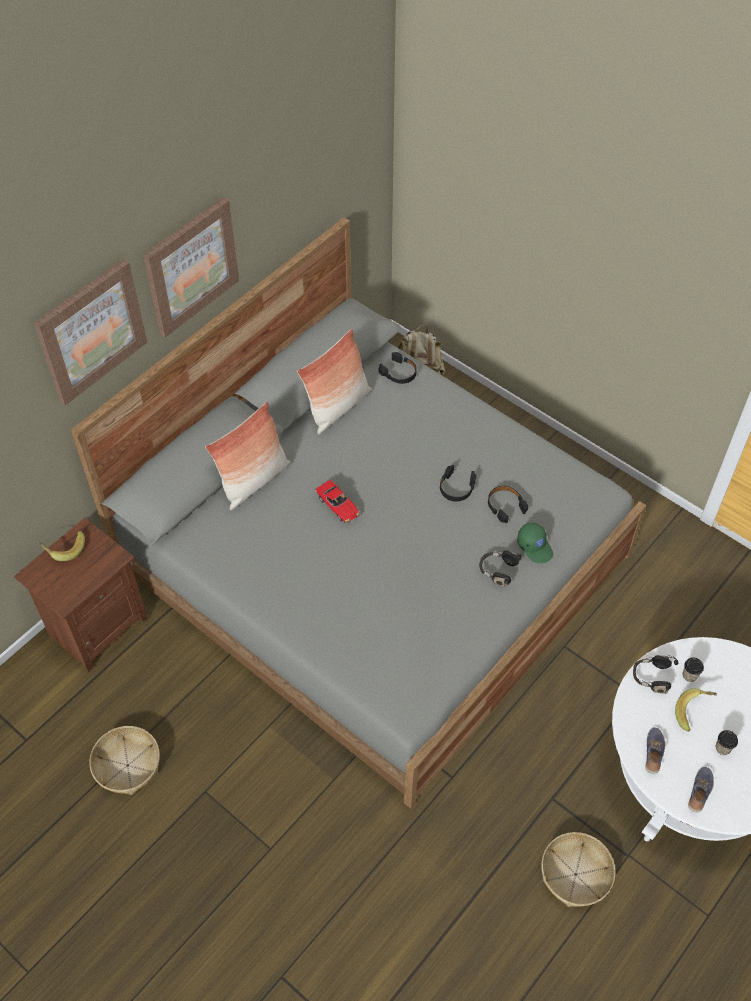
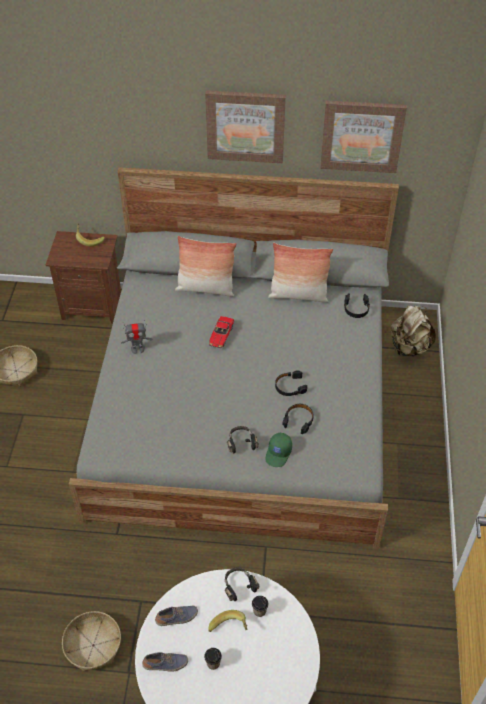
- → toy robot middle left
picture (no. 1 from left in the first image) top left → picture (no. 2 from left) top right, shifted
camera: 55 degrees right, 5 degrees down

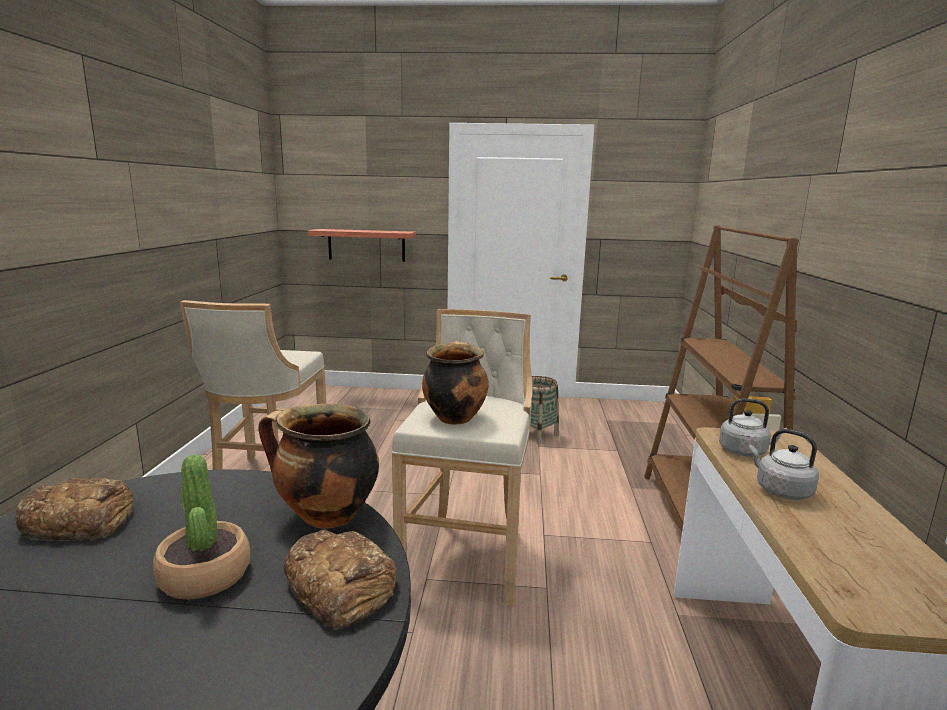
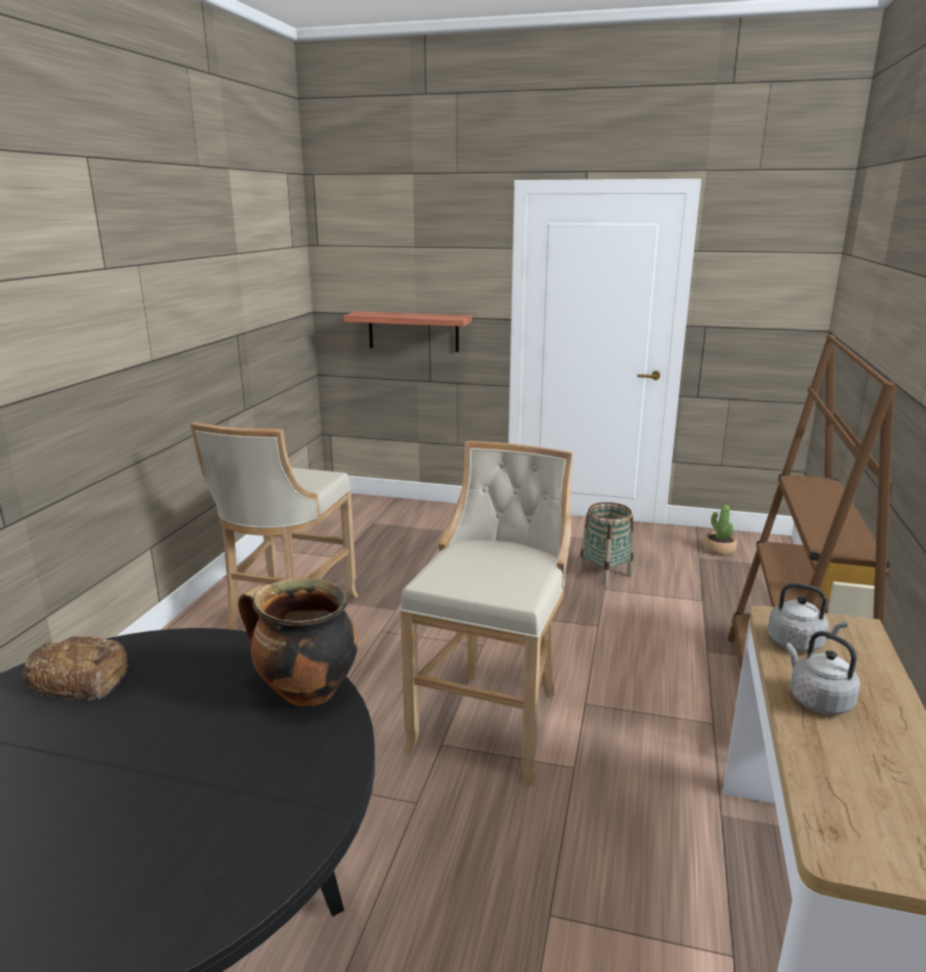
bread (no. 2 from left) bottom centre → -
cooking pot (no. 2 from left) centre → -
potted plant bottom left → potted plant middle right, shifted
camera: 10 degrees right, 5 degrees up

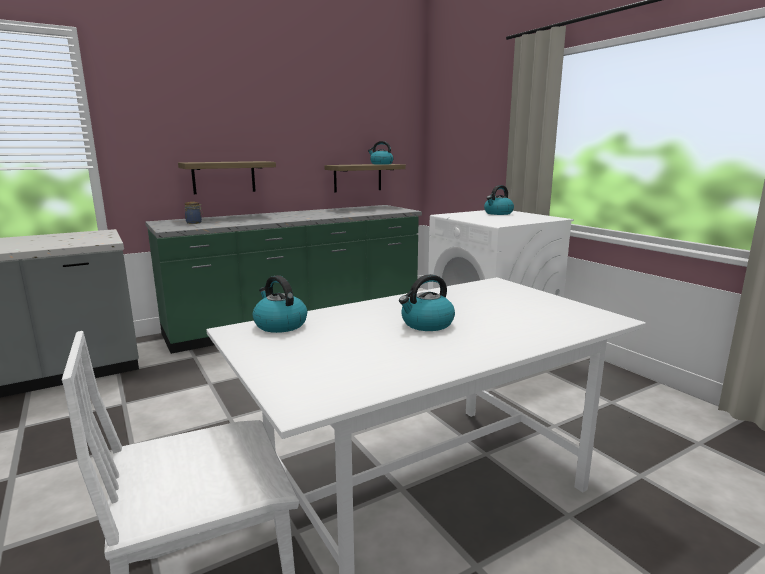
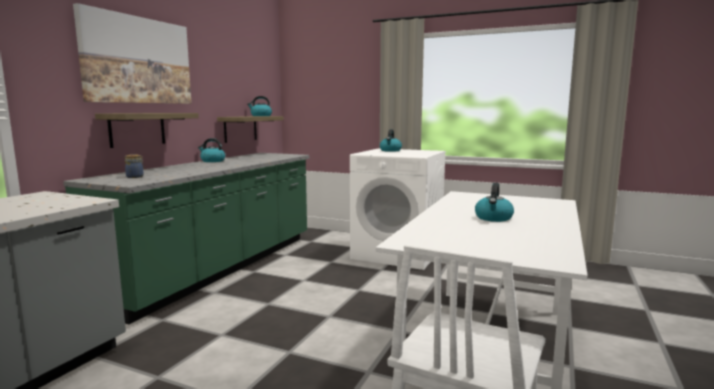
- → picture top left
kettle (no. 1 from left) centre → kettle (no. 1 from left) middle left, shifted
camera: 35 degrees left, 5 degrees down

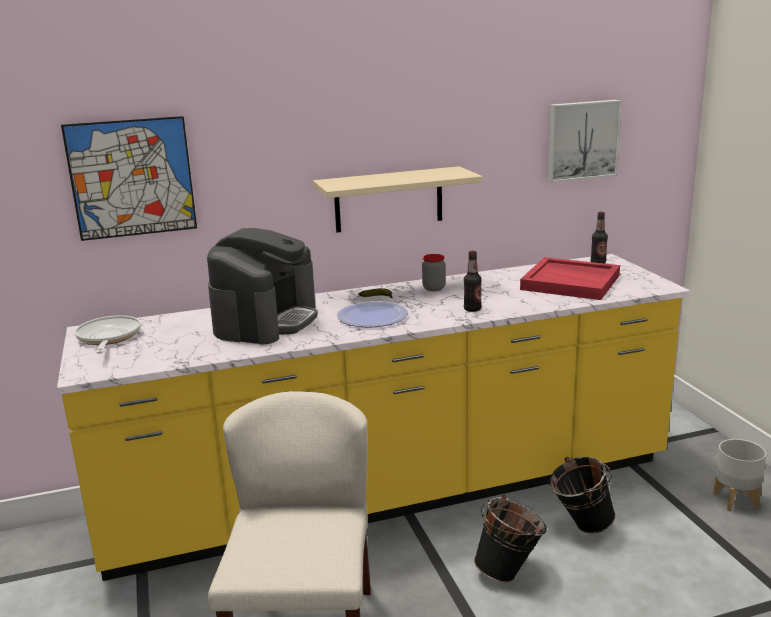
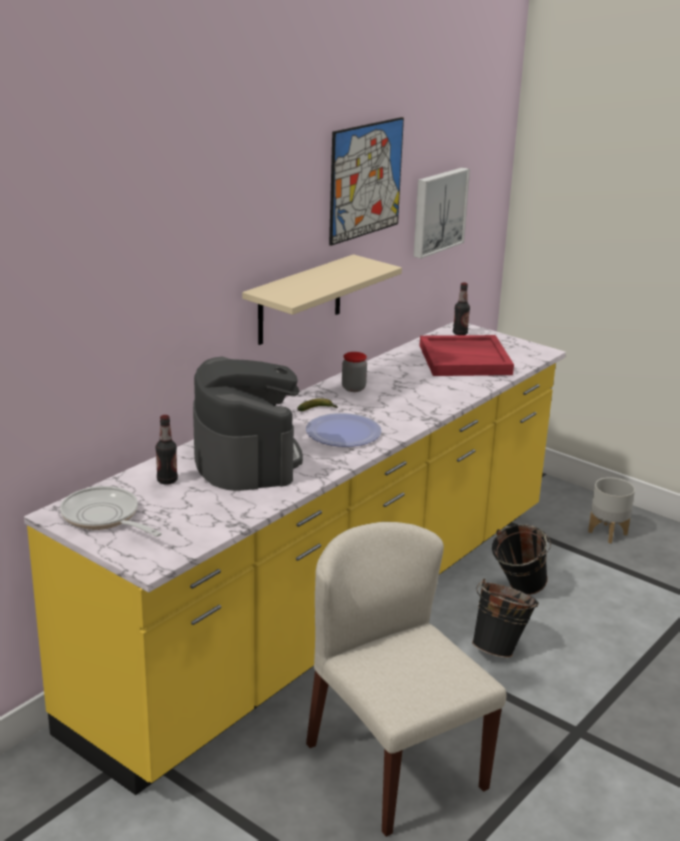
picture (no. 1 from left) top left → picture (no. 1 from left) top centre, shifted
bottle (no. 1 from left) centre → bottle (no. 1 from left) middle left, shifted
camera: 35 degrees left, 5 degrees up

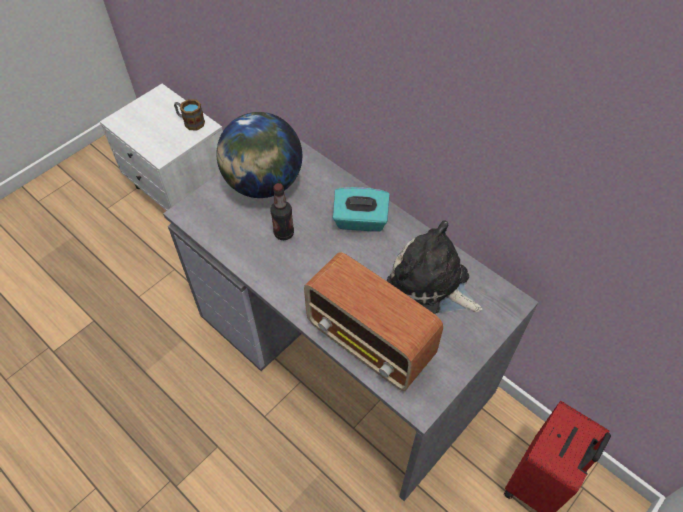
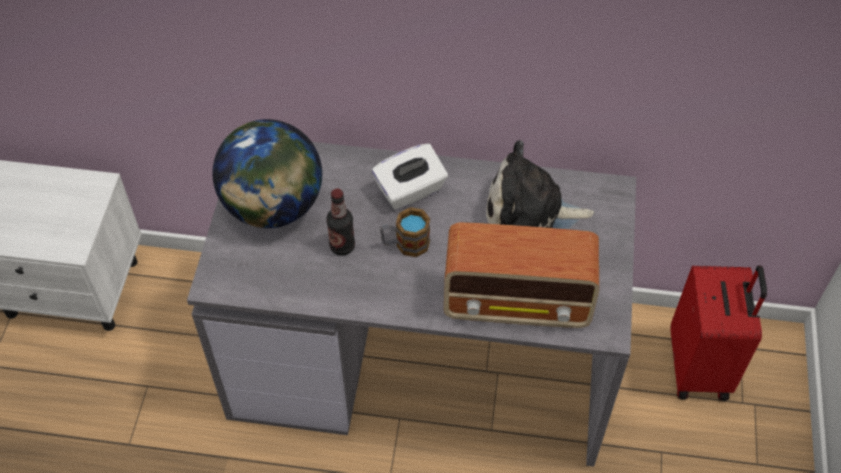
mug top left → mug centre, shifted
tissue box (turquoise) centre → tissue box (white) centre
camera: 35 degrees left, 0 degrees up

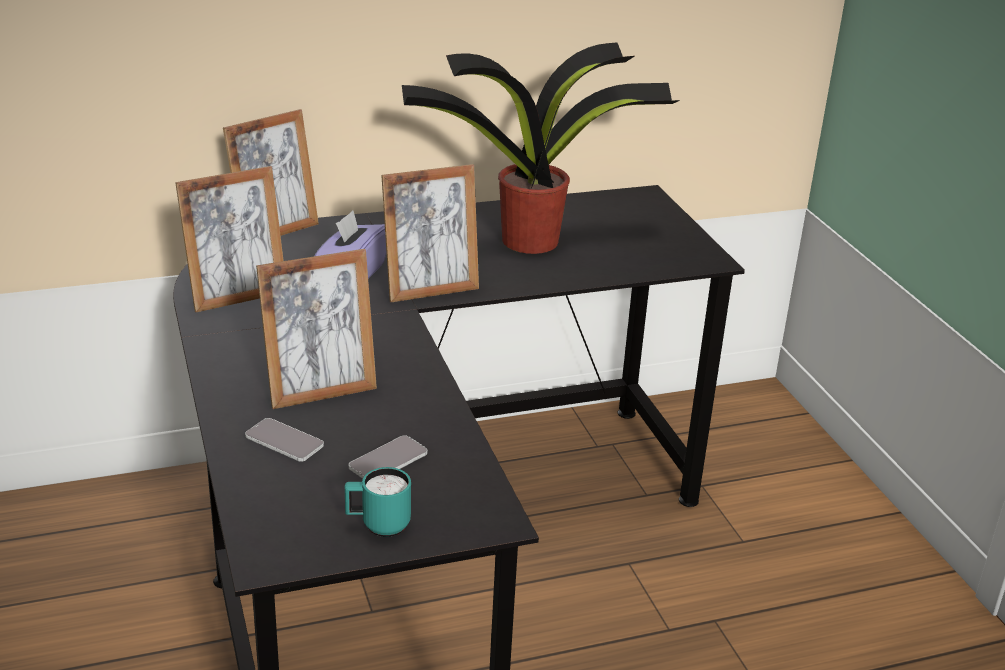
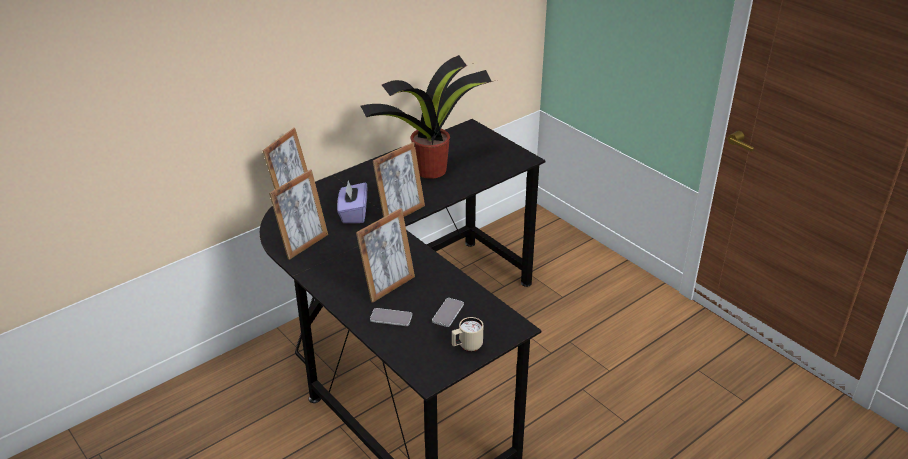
mug (turquoise) bottom centre → mug (beige) bottom centre
camera: 20 degrees left, 5 degrees up

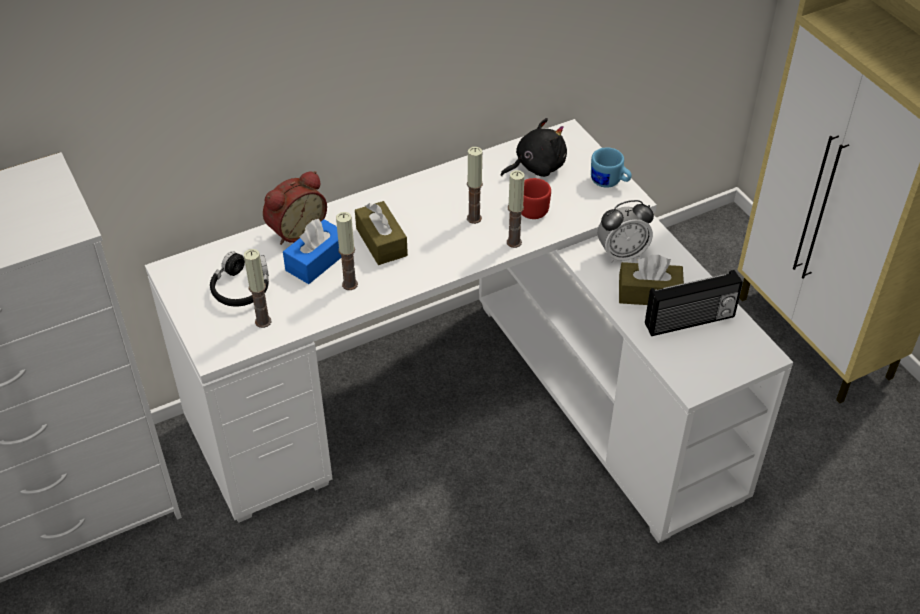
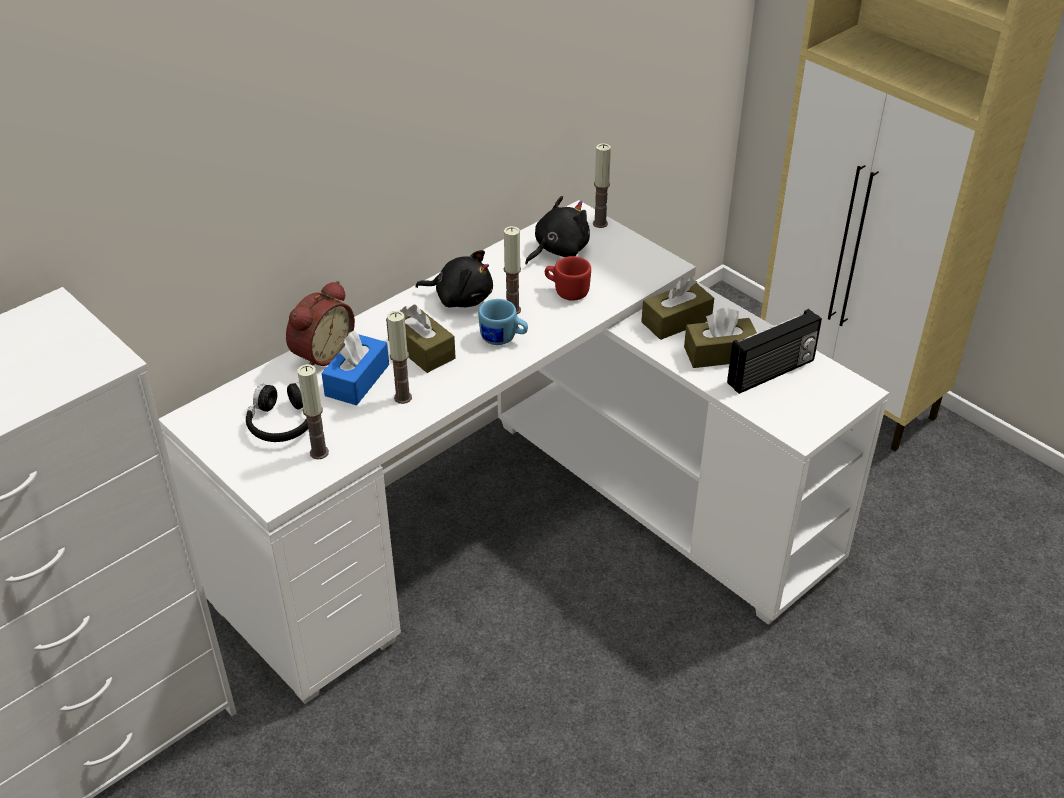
- → plush toy (black) (no. 1 from left) centre
candle (no. 4 from left) centre → candle (no. 4 from left) top centre, shifted
mug (blue) top centre → mug (blue) centre, shifted
alarm clock (no. 2 from left) middle right → tissue box (brown) (no. 2 from left) centre
camera: 15 degrees left, 5 degrees down

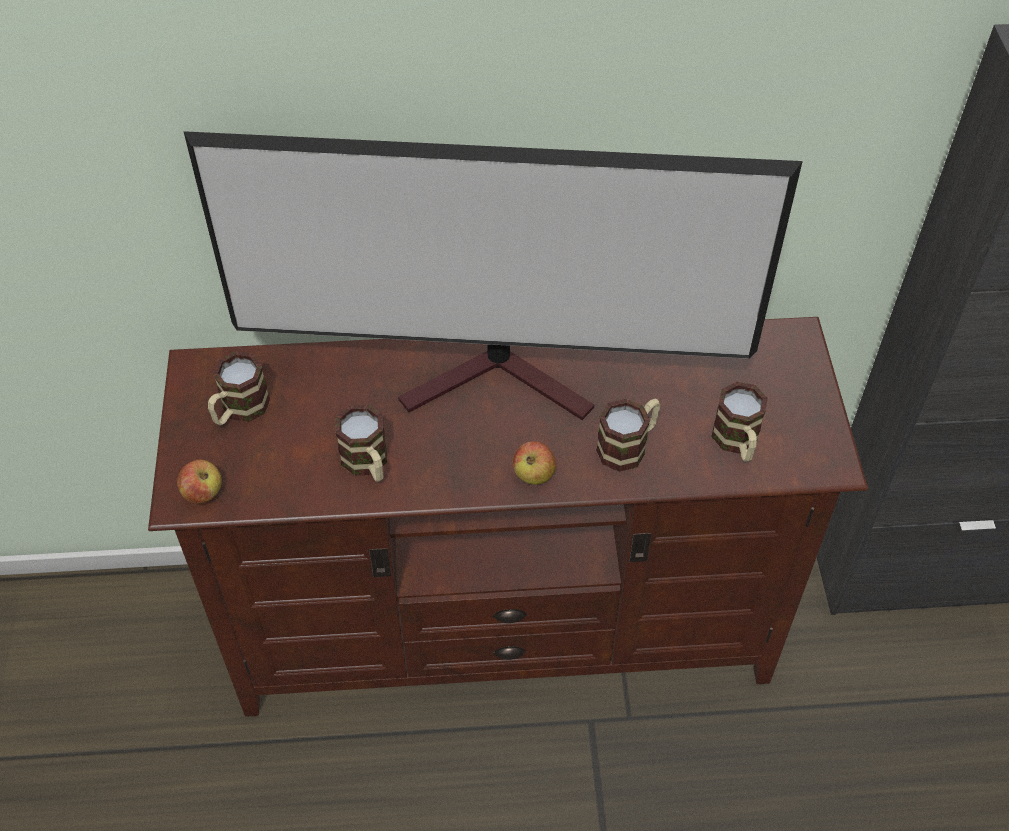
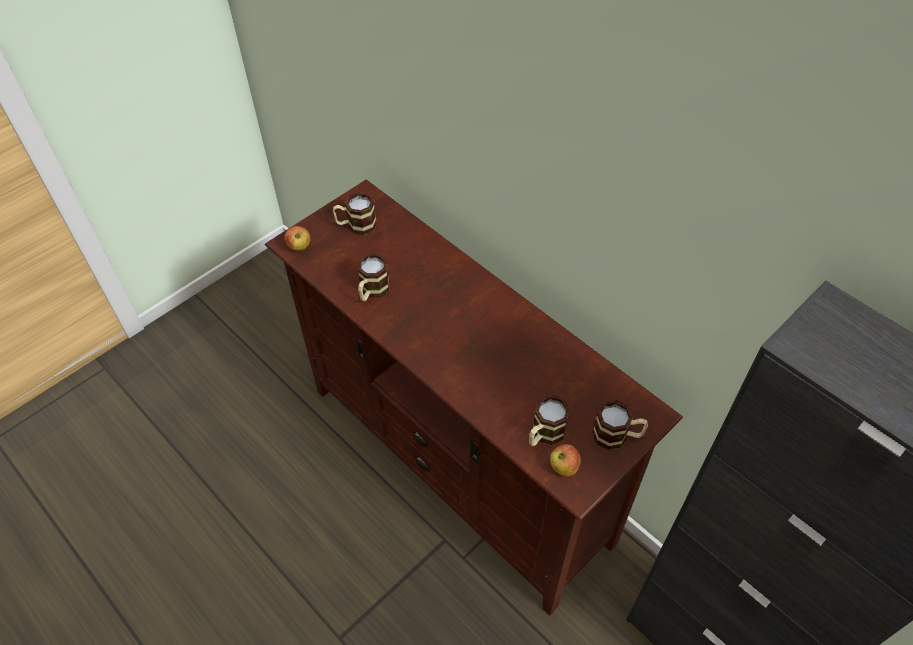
television top centre → -
apple (no. 2 from left) centre → apple (no. 2 from left) bottom centre, shifted
mug (no. 3 from left in the first image) centre → mug (no. 4 from left) middle right, shifted
camera: 50 degrees right, 0 degrees up

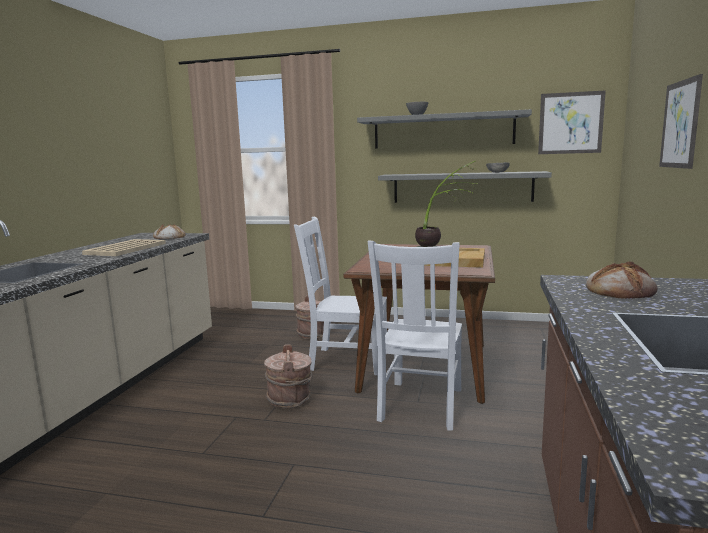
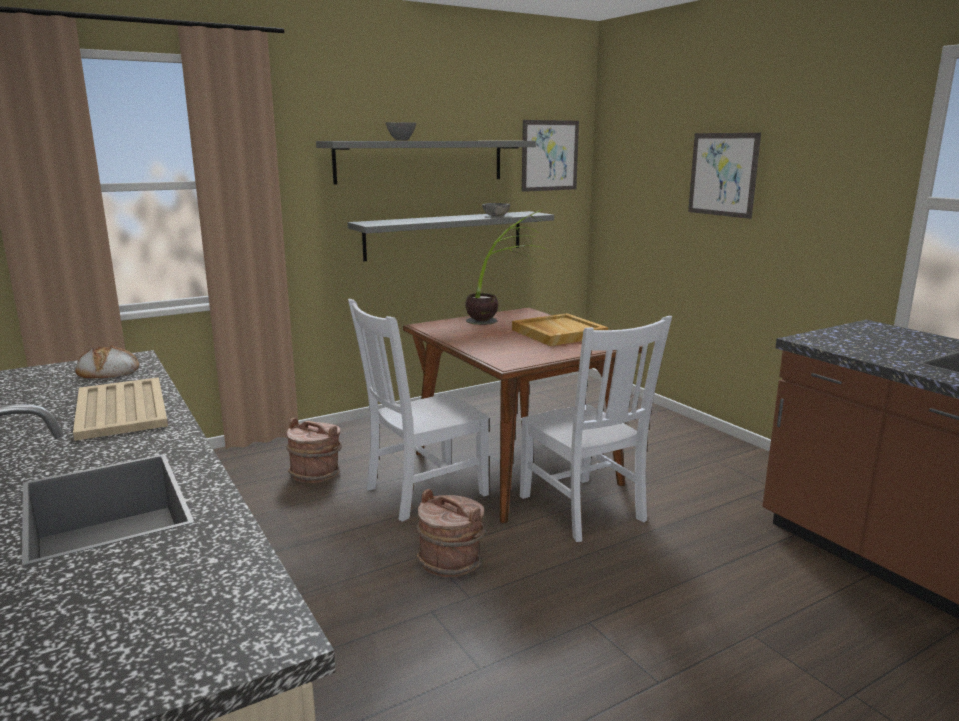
bread (no. 2 from left) middle right → -
camera: 45 degrees left, 5 degrees up

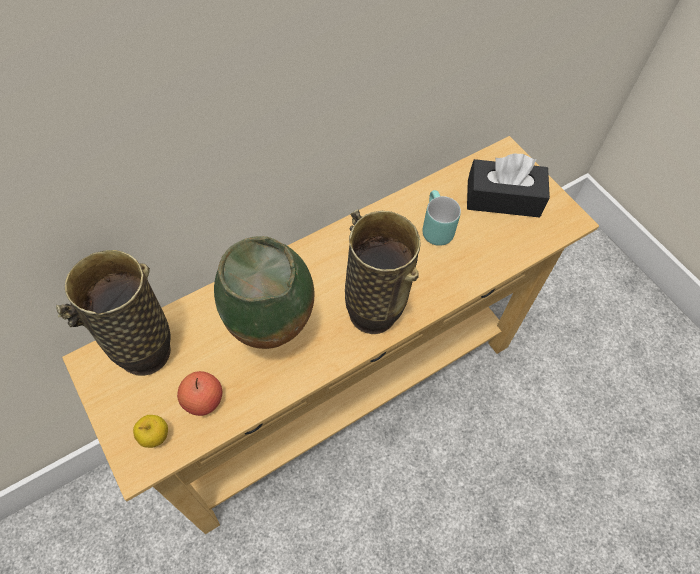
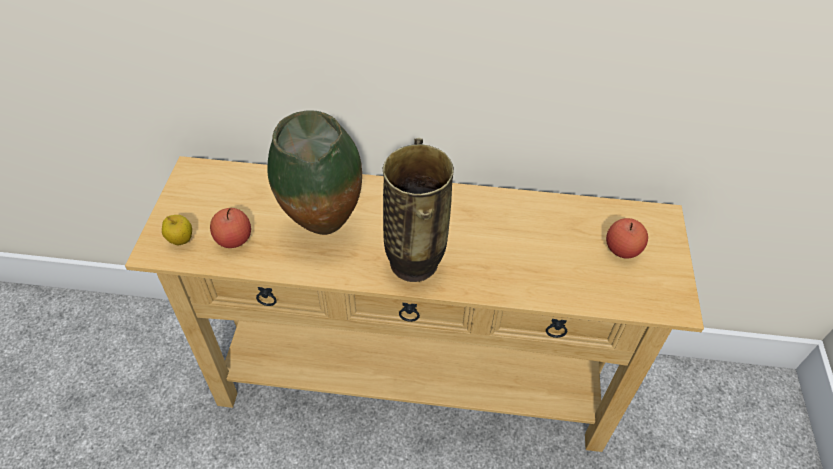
vase (no. 1 from left) middle left → -
mug (turquoise) centre → -
tissue box (black) top right → apple (no. 3 from left) middle right
camera: 40 degrees right, 10 degrees down

